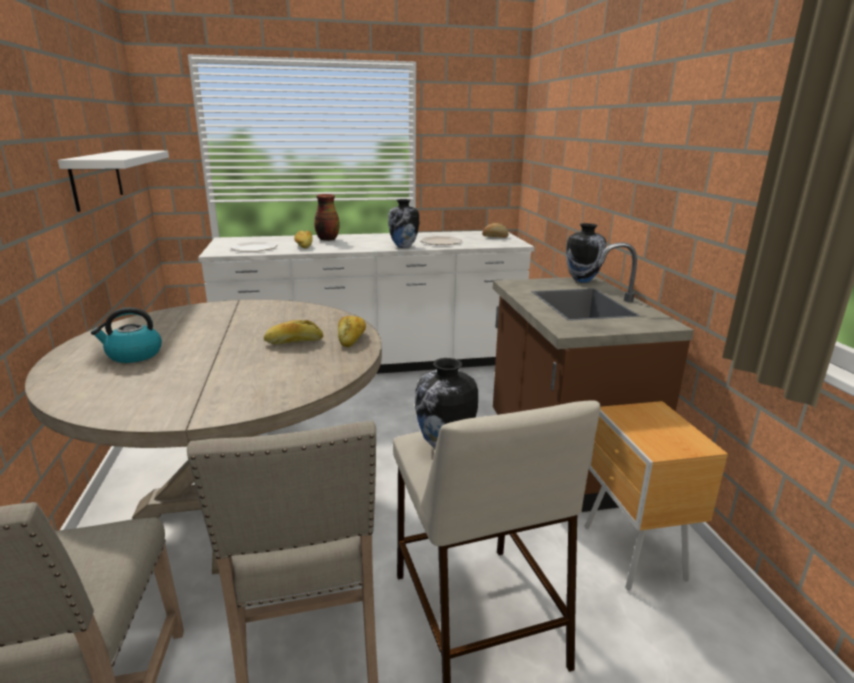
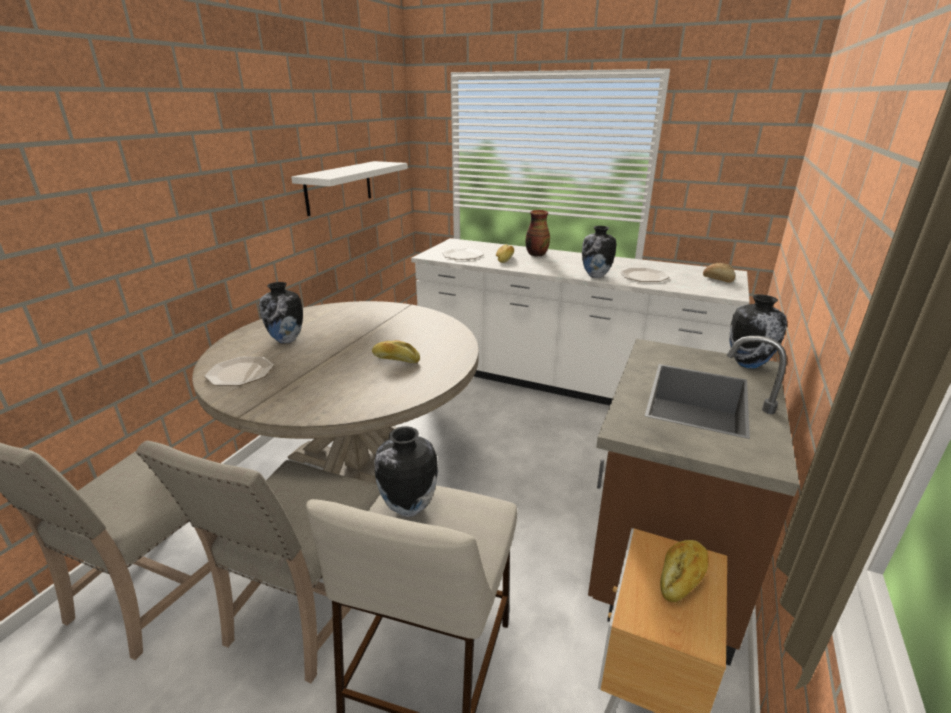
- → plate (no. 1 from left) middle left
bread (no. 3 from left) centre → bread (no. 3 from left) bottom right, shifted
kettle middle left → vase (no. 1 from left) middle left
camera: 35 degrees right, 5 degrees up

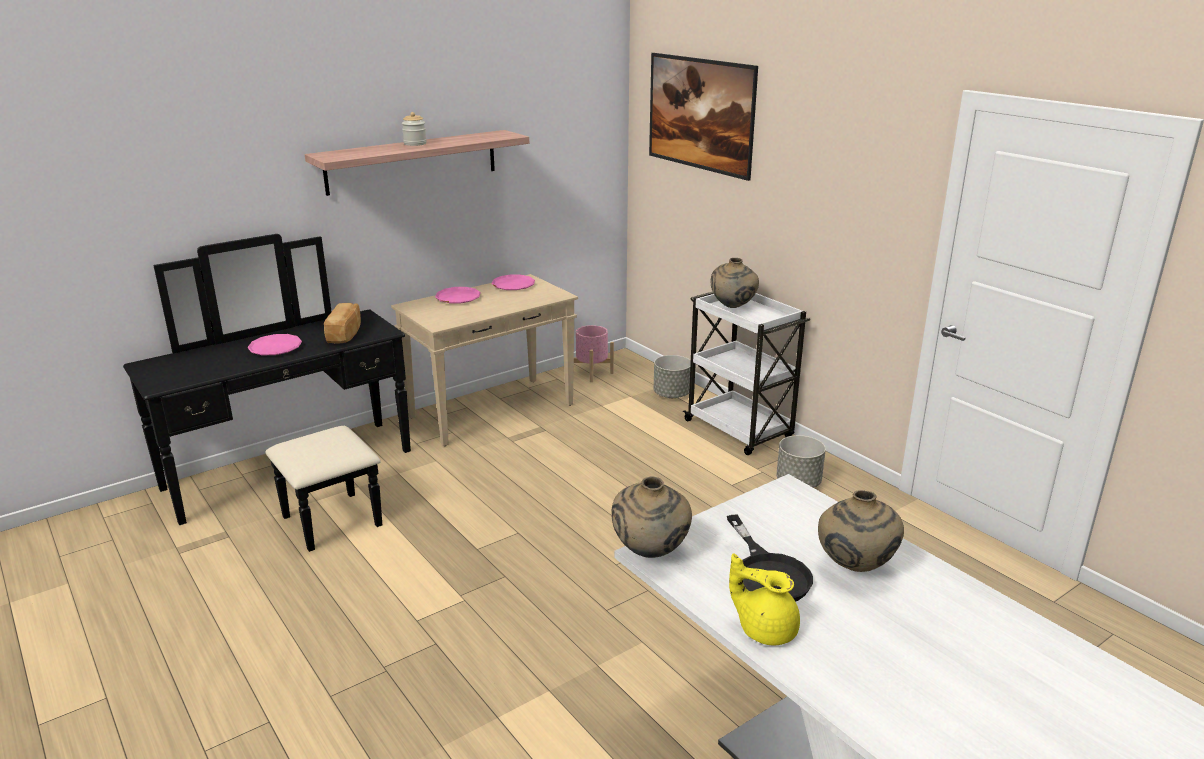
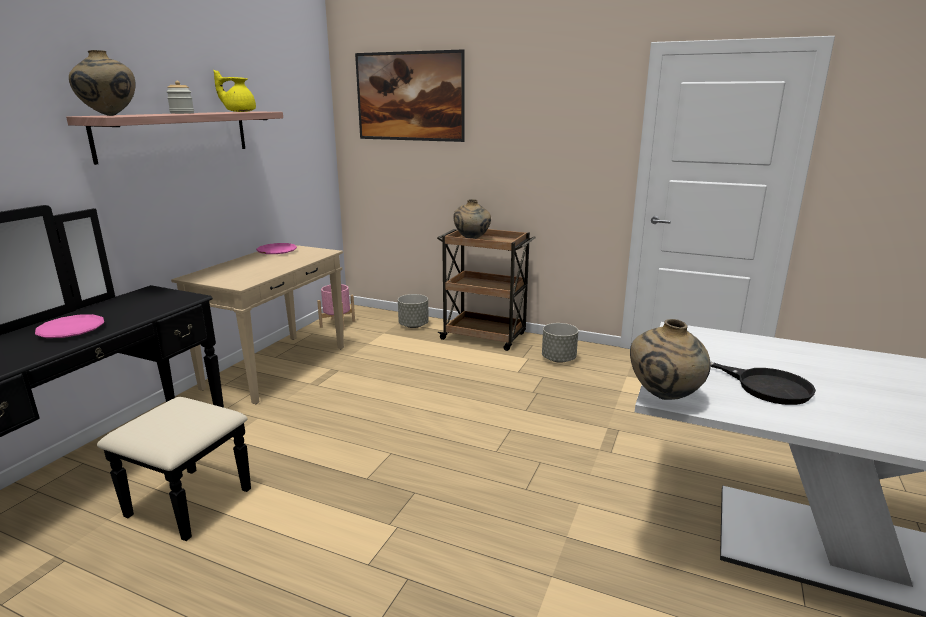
bread middle left → -
plate (pink) (no. 2 from left) centre → -
teapot (yellow) bottom centre → teapot (yellow) top left, shifted
vase (beige) (no. 3 from left in the first image) bottom right → vase (beige) (no. 1 from left) top left, shifted
cart (white) centre → cart (brown) centre
camera: 30 degrees left, 5 degrees down

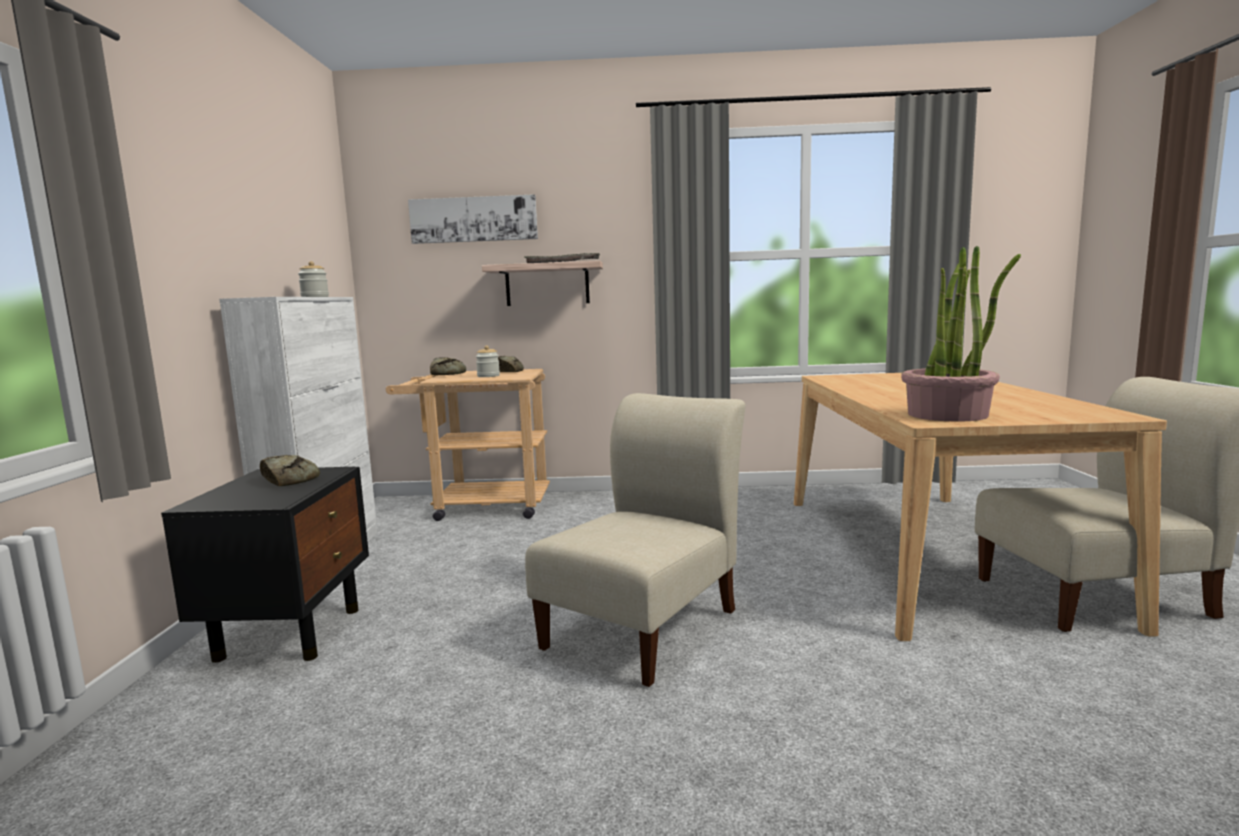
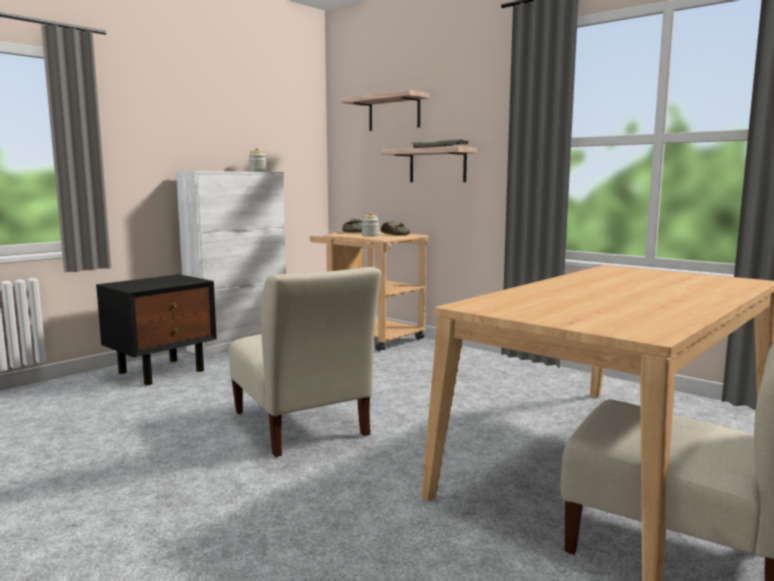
bread (no. 1 from left) middle left → -
potted plant middle right → -
picture top centre → shelf (no. 1 from left) top centre
chair (beige) (no. 1 from left) centre, 75 degrees clockwise
camera: 40 degrees right, 0 degrees up

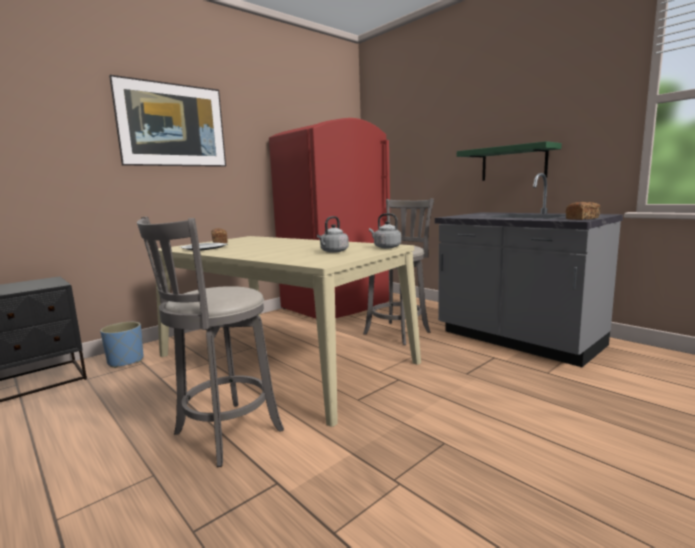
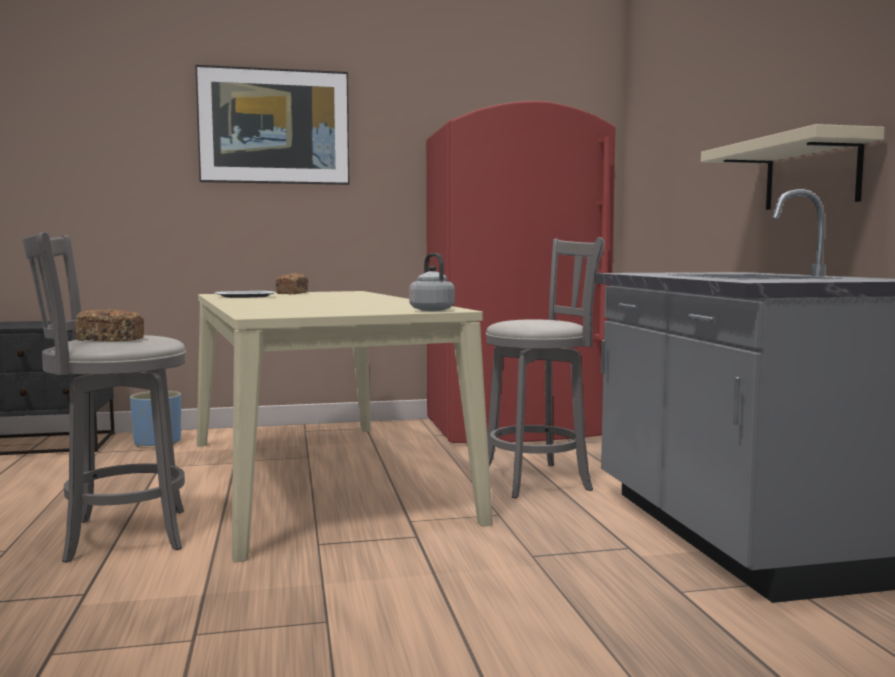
kettle (grey) (no. 1 from left) centre → -
bread (no. 2 from left in the first image) middle right → bread (no. 1 from left) middle left, shifted
shelf (green) top right → shelf (beige) top right
camera: 30 degrees right, 5 degrees down

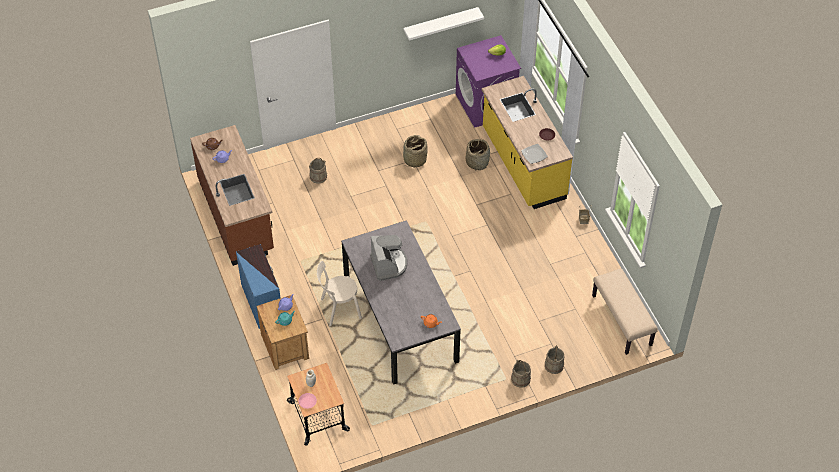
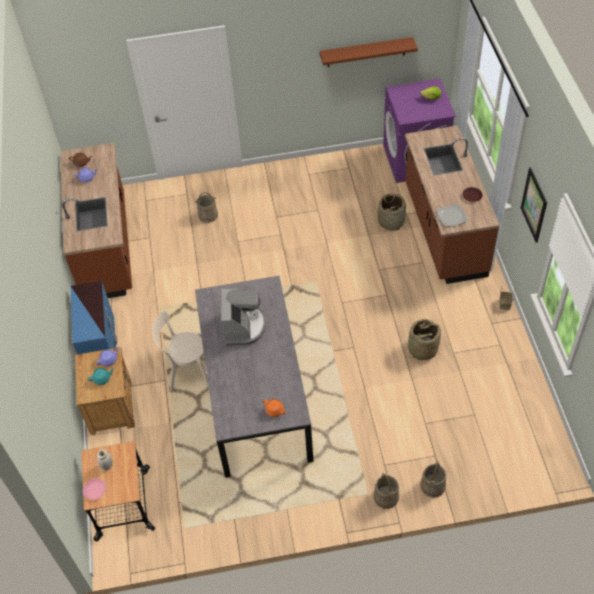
bench (beige) middle right → -
- → picture middle right
basket (no. 1 from left in the first image) top centre → basket (no. 2 from left) middle right, shifted
shelf (white) top centre → shelf (brown) top centre
counter (yellow) top centre → counter (brown) (no. 2 from left) middle right
camera: 15 degrees right, 0 degrees up

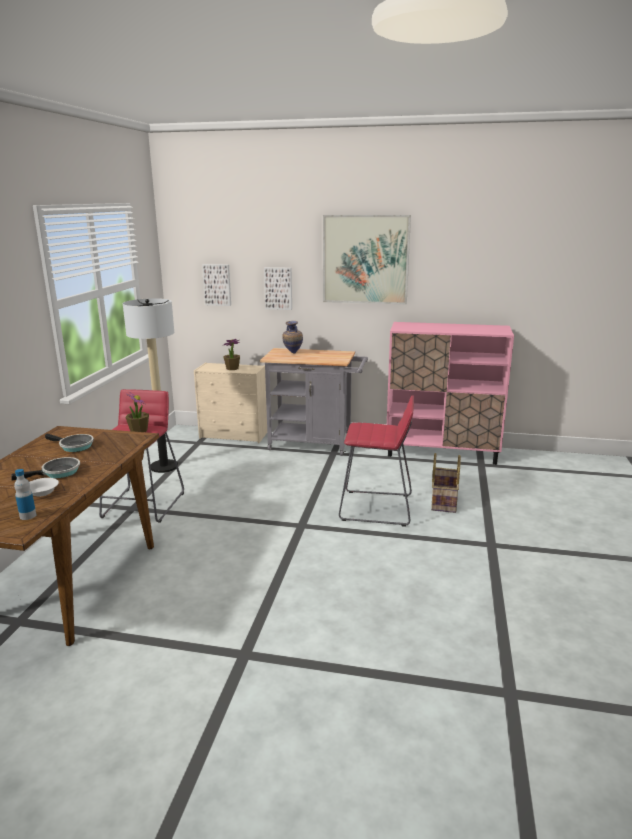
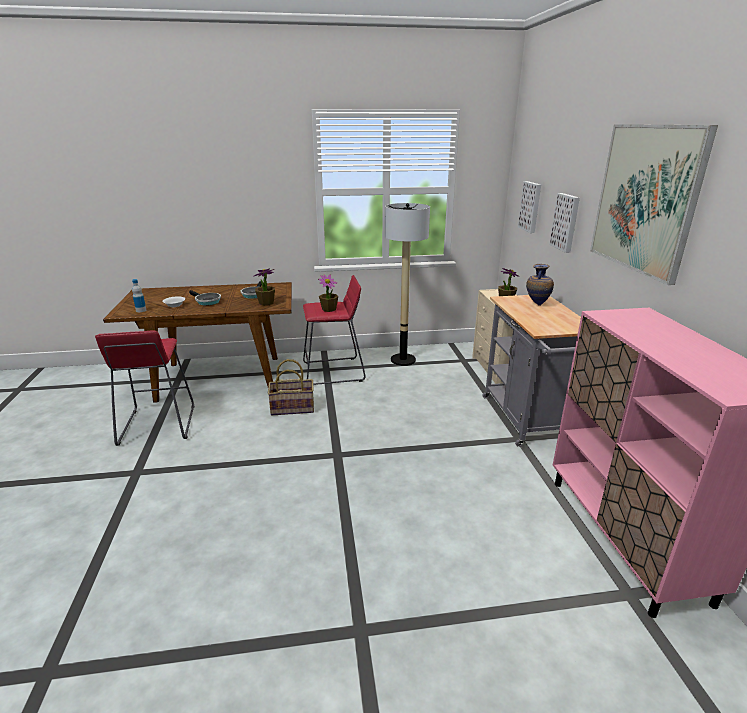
- → potted plant (no. 1 from left) centre
stool (red) (no. 2 from left in the first image) centre → stool (red) (no. 1 from left) middle left, shifted
basket middle right → basket centre, shifted
camera: 70 degrees right, 5 degrees up

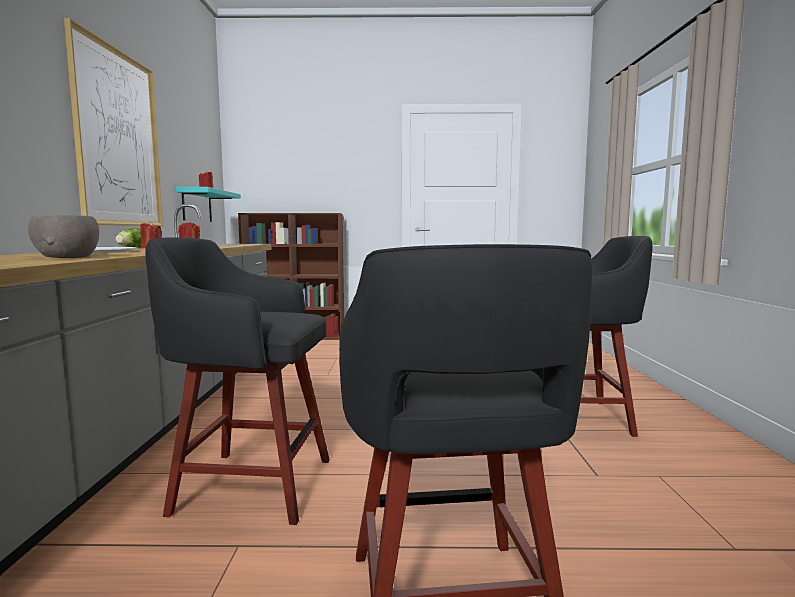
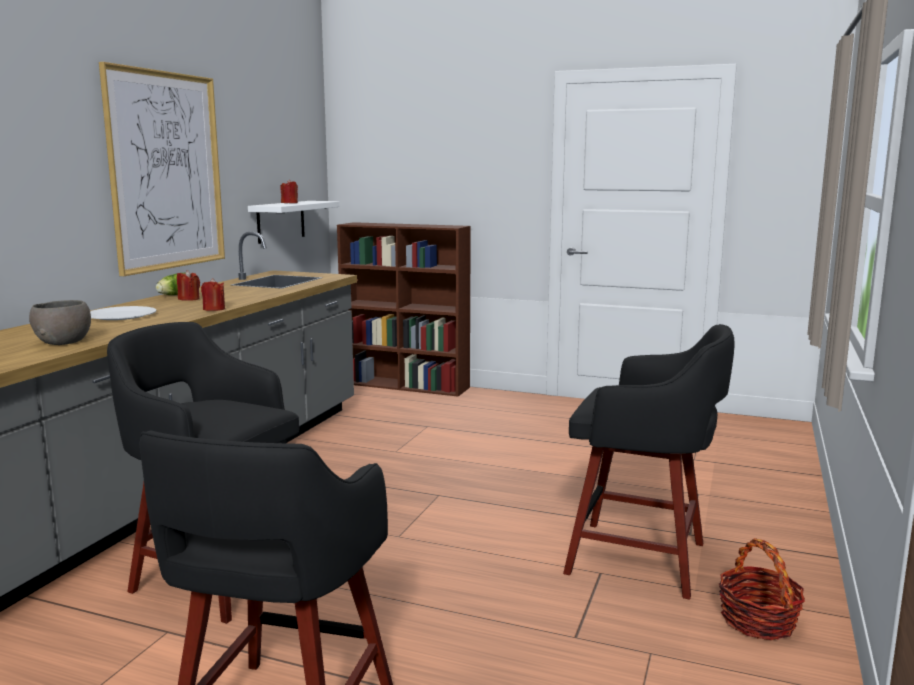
- → basket bottom right
shelf (turquoise) middle left → shelf (white) top left
camera: 20 degrees right, 5 degrees up

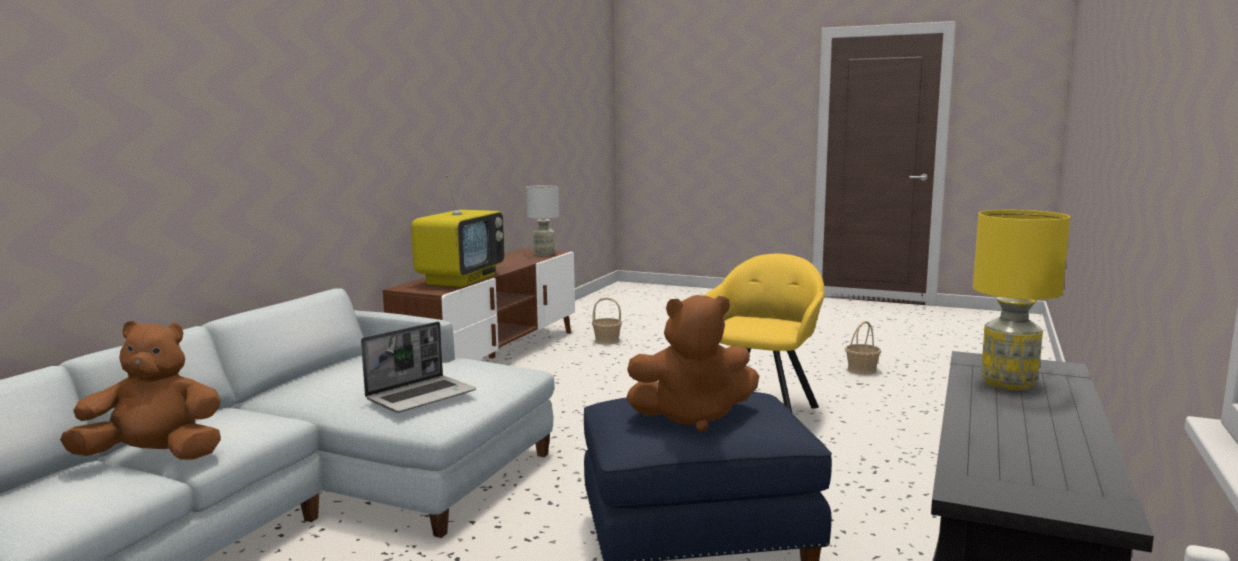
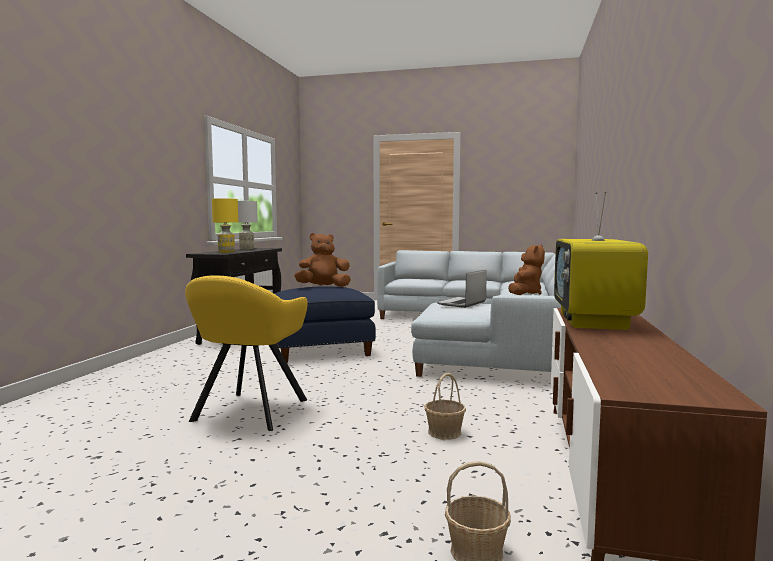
table lamp (grey) centre → table lamp (grey) middle left, shifted
basket (no. 2 from left in the first image) middle right → basket (no. 1 from left) bottom centre, shifted
plush toy (brown) (no. 1 from left in the first image) bottom left → plush toy (brown) (no. 2 from left) middle right, 45 degrees counterclockwise
camera: 170 degrees right, 5 degrees down

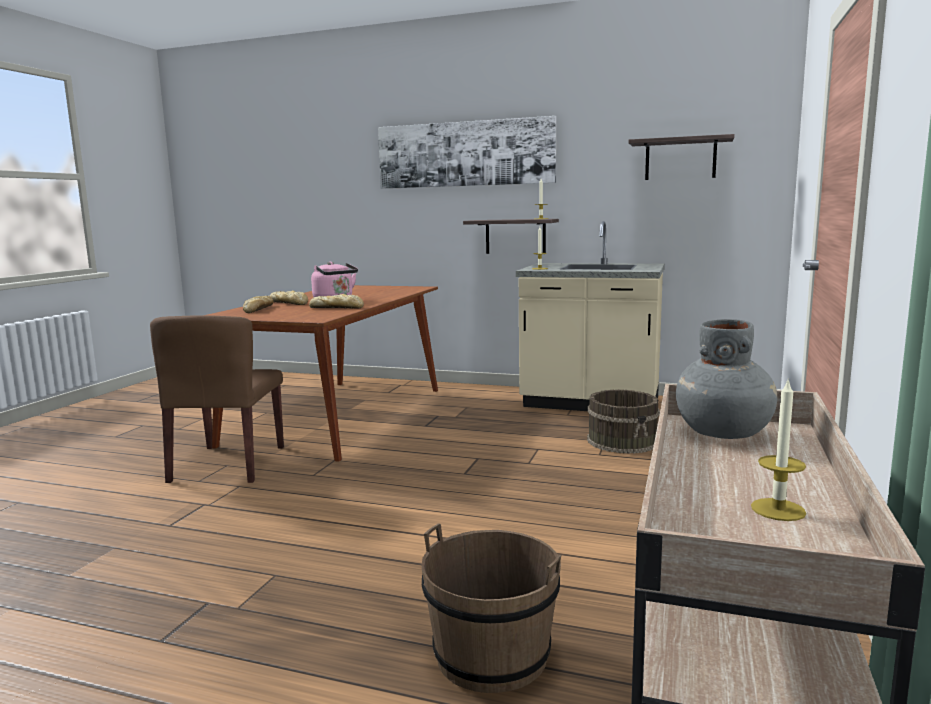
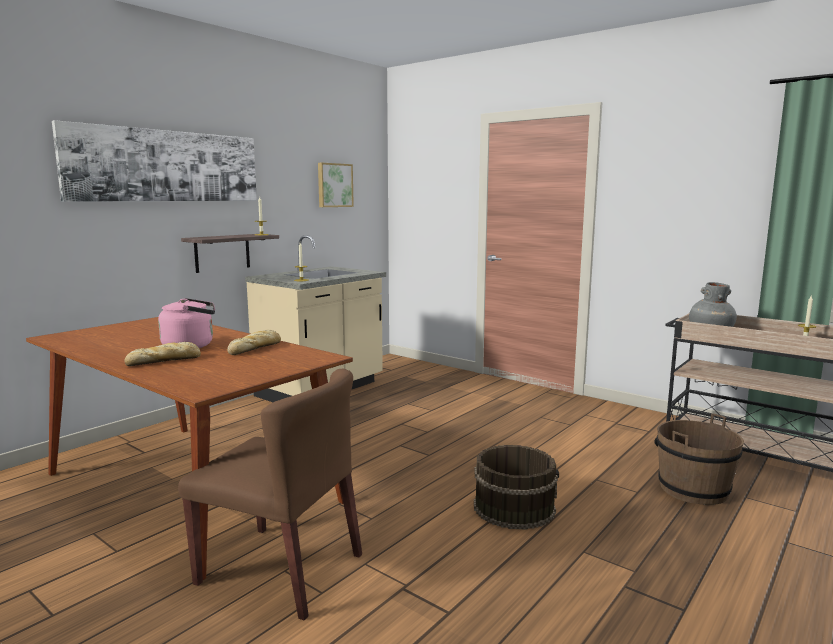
bread (no. 1 from left) middle left → -
bucket (brown) (no. 2 from left in the first image) middle right → bucket (brown) (no. 1 from left) bottom centre, shifted
shelf (no. 2 from left) top right → picture (no. 2 from left) top centre
camera: 70 degrees left, 0 degrees up

